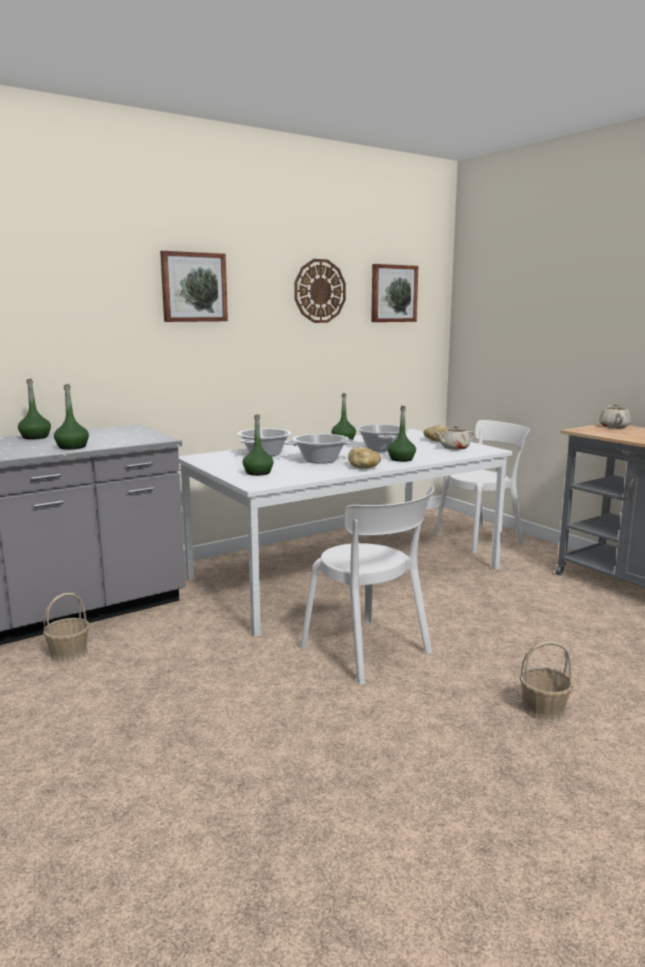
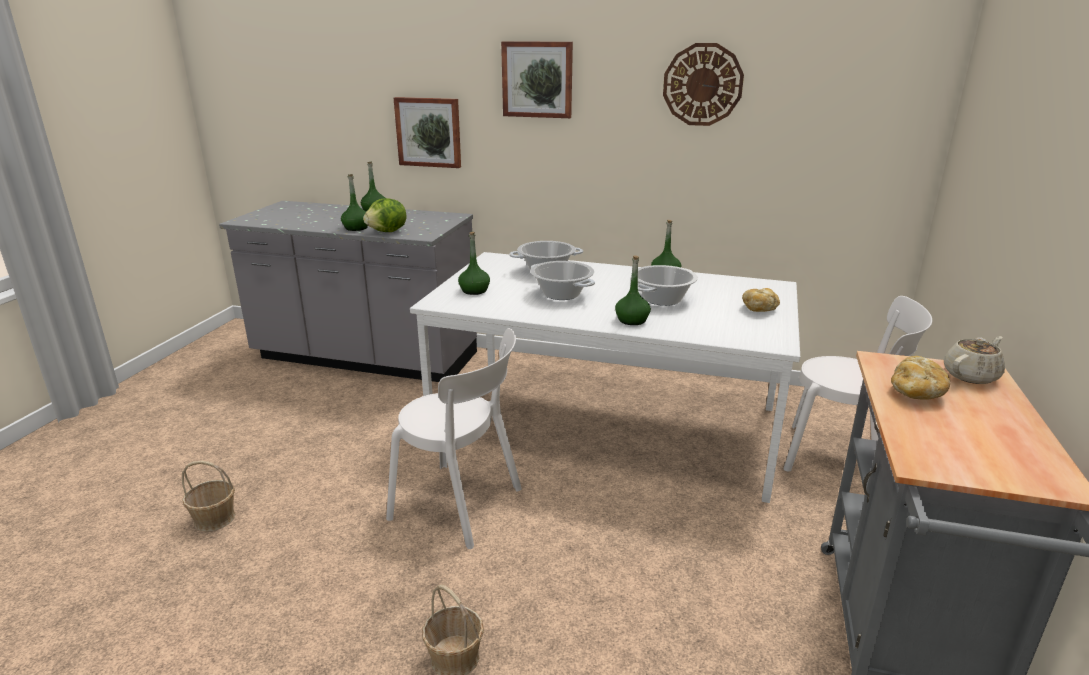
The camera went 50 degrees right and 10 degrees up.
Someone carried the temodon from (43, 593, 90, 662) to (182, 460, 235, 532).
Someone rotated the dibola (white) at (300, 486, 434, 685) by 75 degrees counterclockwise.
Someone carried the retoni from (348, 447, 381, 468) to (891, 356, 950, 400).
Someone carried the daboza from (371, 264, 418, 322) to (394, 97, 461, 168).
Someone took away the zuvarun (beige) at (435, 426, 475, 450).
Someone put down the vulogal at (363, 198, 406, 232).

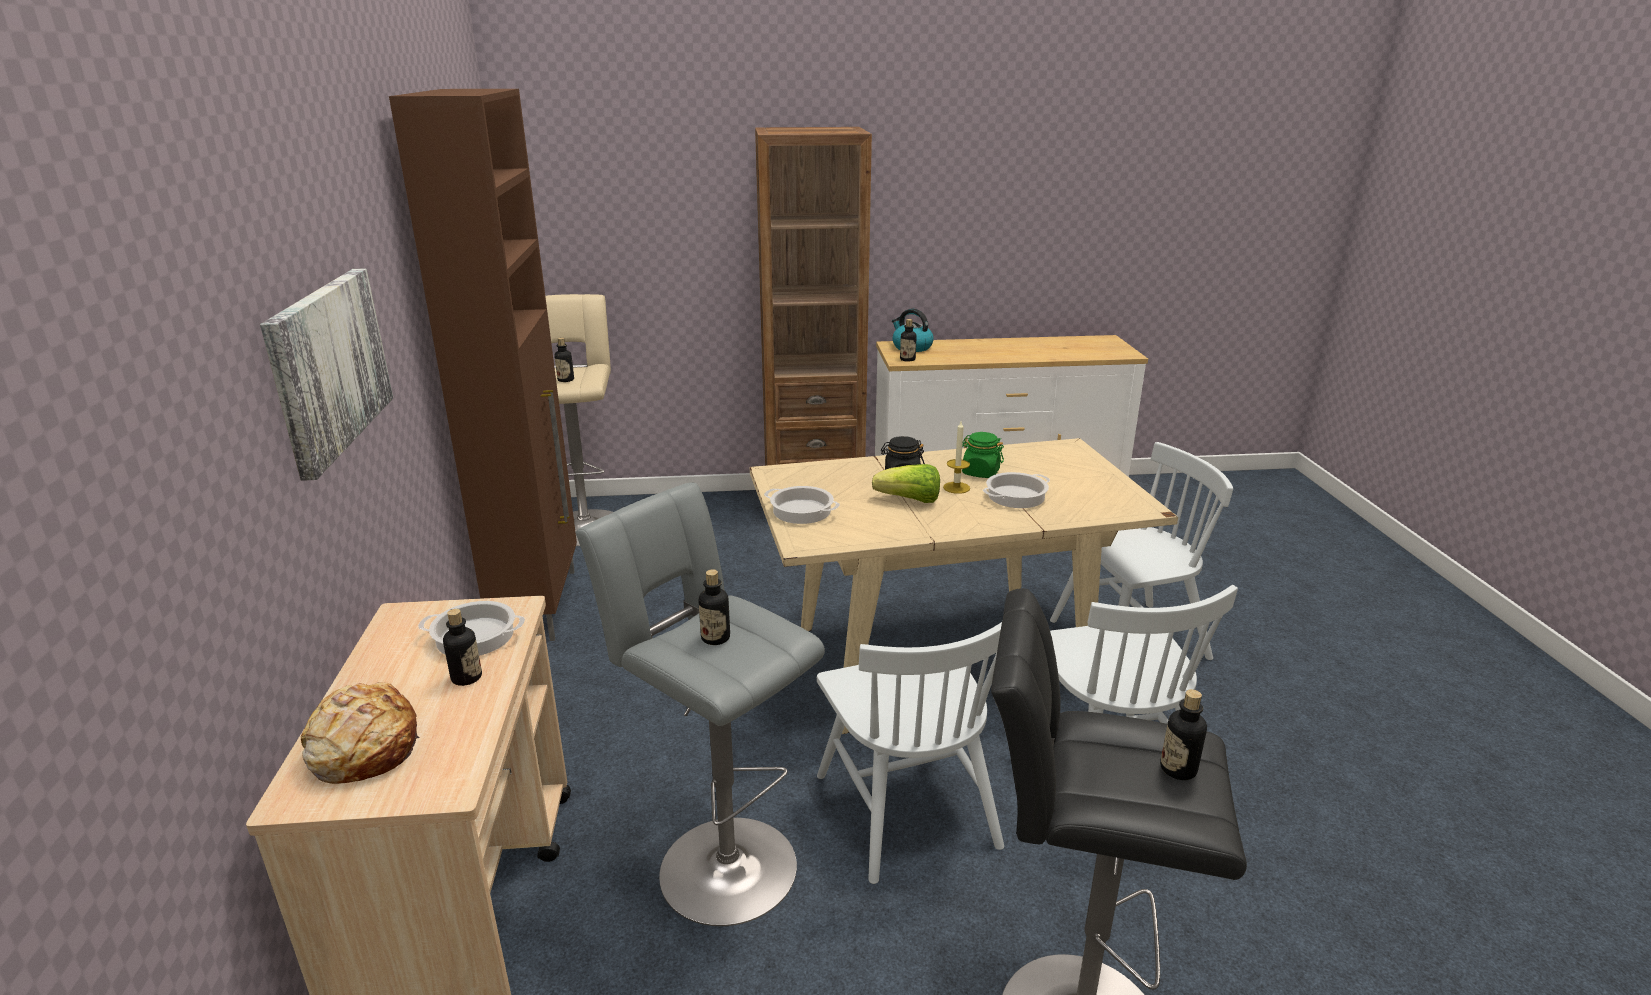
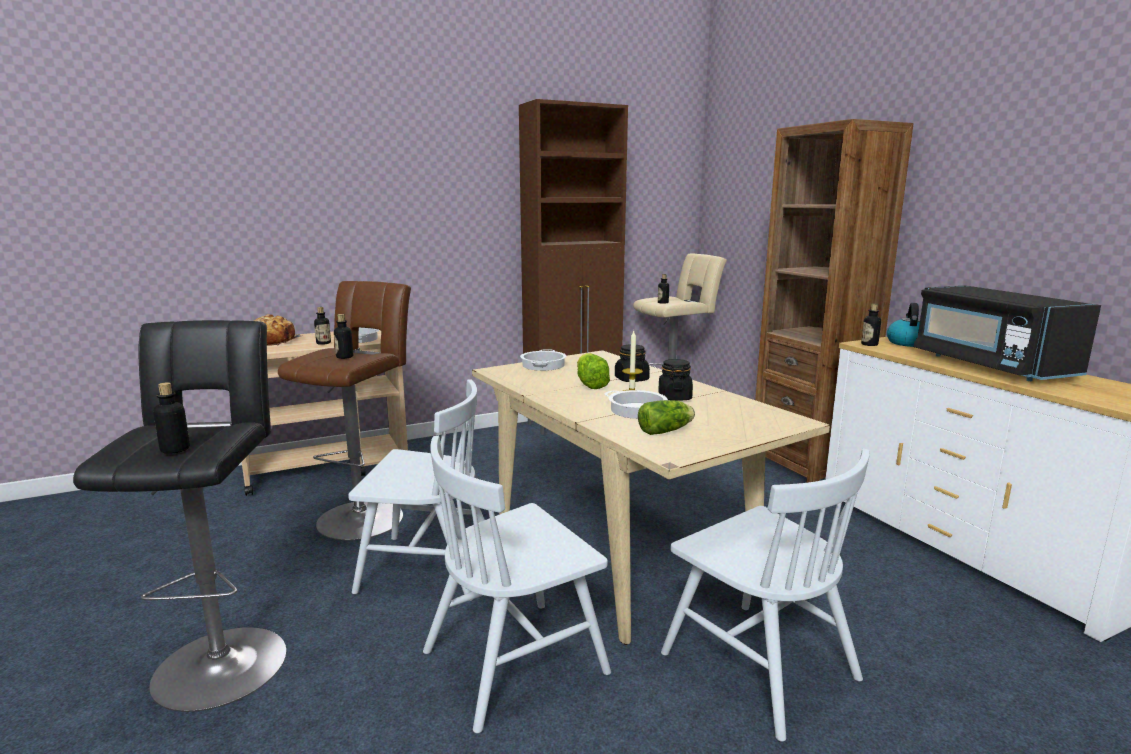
The camera went 70 degrees right and 10 degrees down.
Someone took away the daboza at (260, 269, 393, 481).
Someone repainted the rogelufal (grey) at (575, 482, 825, 926), which became the rogelufal (brown) at (278, 281, 411, 540).
Someone rotated the dibola (white) at (817, 622, 1004, 884) by 135 degrees counterclockwise.
Someone repainted the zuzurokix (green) at (962, 432, 1004, 478), which became the zuzurokix (black) at (658, 359, 693, 401).
Someone put down the vulogal at (638, 400, 695, 435).
Someone put down the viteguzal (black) at (913, 286, 1101, 381).

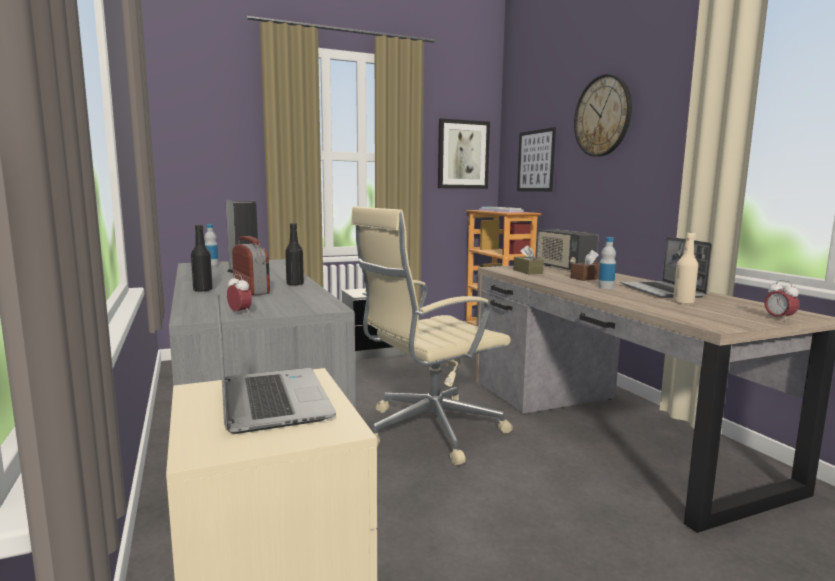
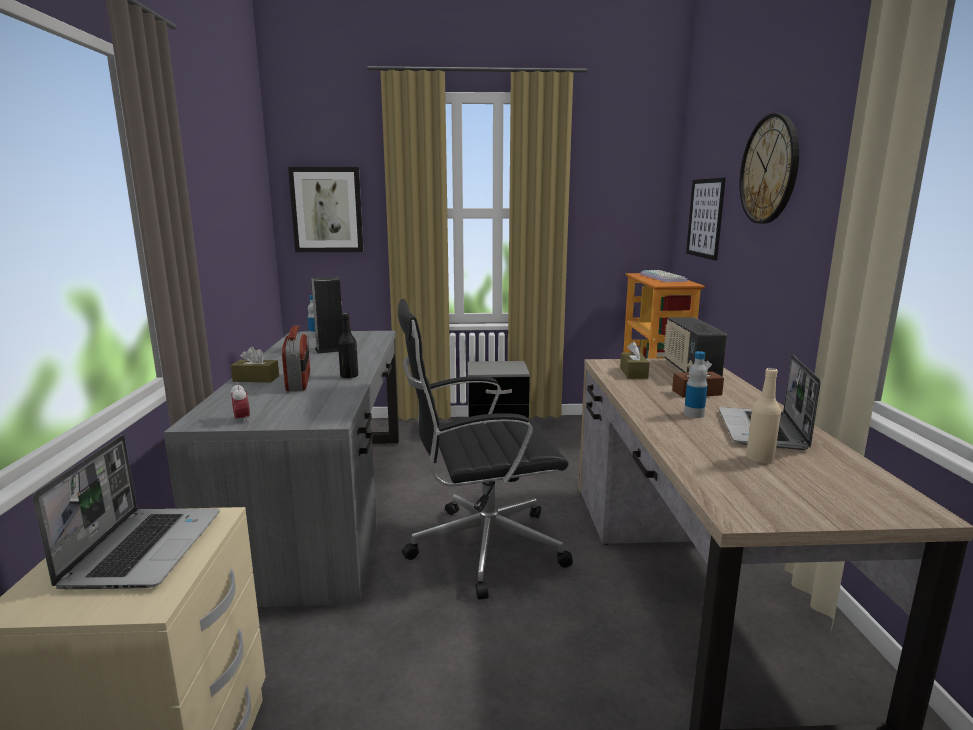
The camera went 20 degrees right and 5 degrees up.
Someone swapped the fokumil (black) at (191, 225, 213, 292) for the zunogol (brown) at (231, 347, 279, 382).
Someone repainted the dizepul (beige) at (351, 206, 513, 465), which became the dizepul (black) at (398, 299, 573, 600).
Someone carried the daboza from (438, 119, 490, 189) to (288, 167, 364, 252).
Someone took away the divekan at (764, 280, 799, 322).

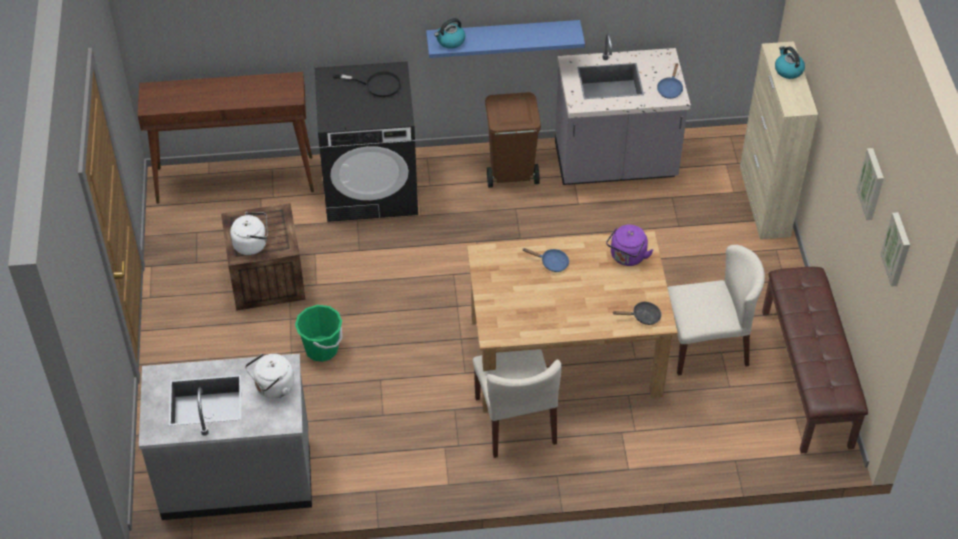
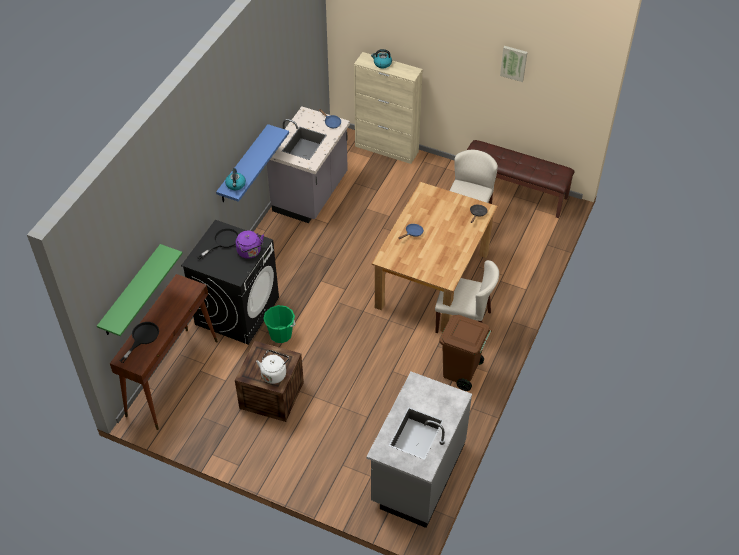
The camera went 60 degrees left and 0 degrees up.
Someone took away the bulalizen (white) at (245, 353, 294, 399).
Someone carried the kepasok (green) from (295, 305, 342, 362) to (263, 305, 295, 343).
Someone carried the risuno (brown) from (485, 92, 541, 188) to (439, 315, 492, 391).
Someone carried the bulalizen (purple) from (606, 225, 654, 266) to (236, 231, 264, 259).
Someone took away the daboza at (880, 212, 910, 287).
Someone put up the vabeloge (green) at (97, 244, 183, 336).
Someone put down the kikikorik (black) at (120, 322, 159, 363).

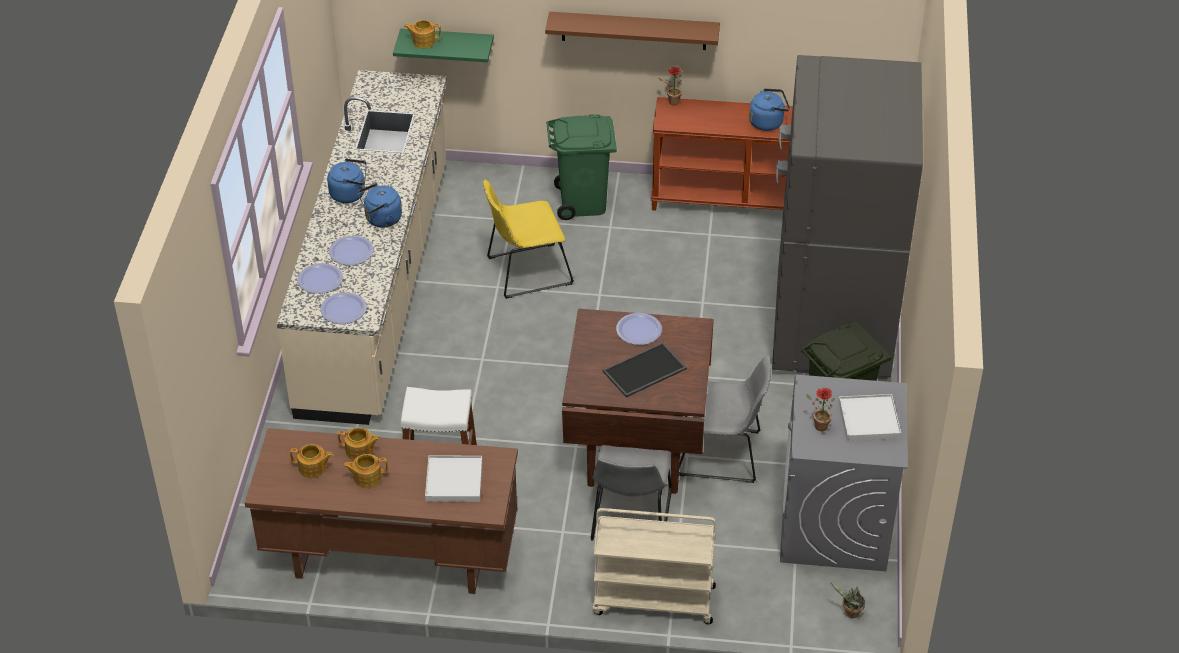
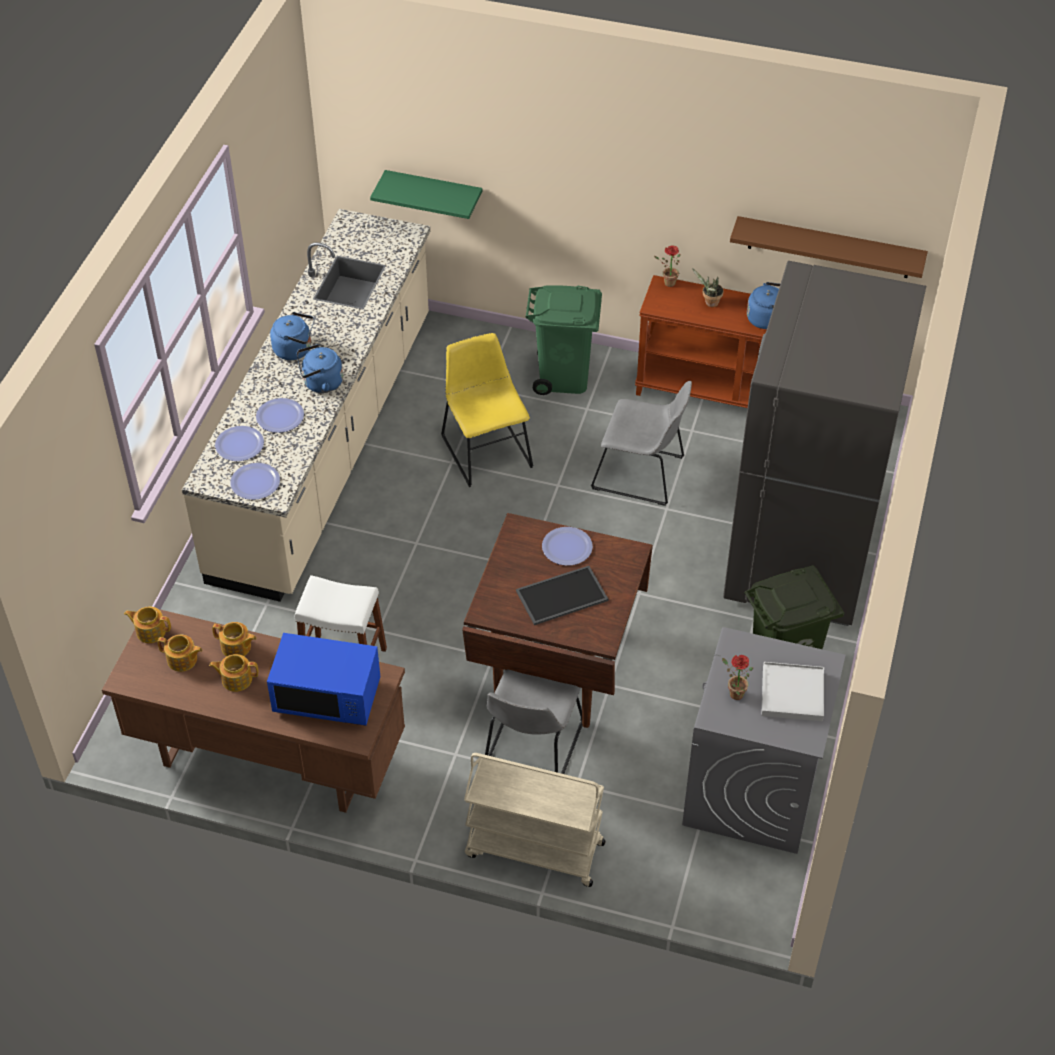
The camera went 10 degrees right and 5 degrees up.
Someone carried the zuvarun from (404, 20, 441, 48) to (124, 607, 171, 643).
Someone swapped the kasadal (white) at (425, 455, 482, 502) for the viteguzal (blue) at (267, 633, 380, 726).
Someone rotated the dibola (yellow) at (483, 179, 574, 299) by 75 degrees clockwise.
Someone carried the vabeloge (brown) from (545, 12, 720, 50) to (730, 216, 928, 278).
Someone carried the dibola (grey) from (679, 356, 771, 483) to (591, 381, 692, 506).
Someone carried the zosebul from (830, 582, 865, 618) to (692, 268, 724, 307).

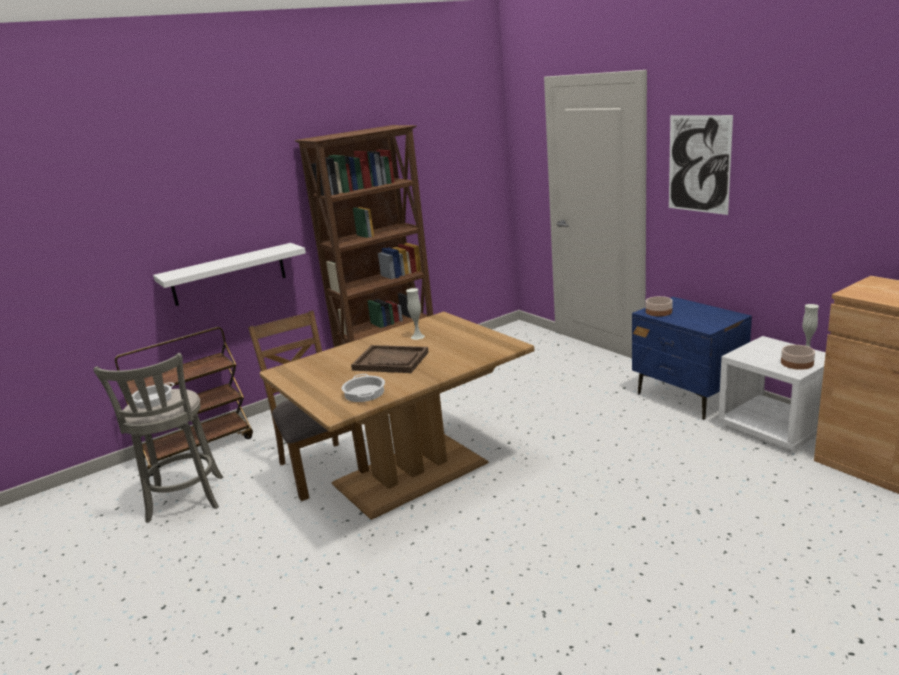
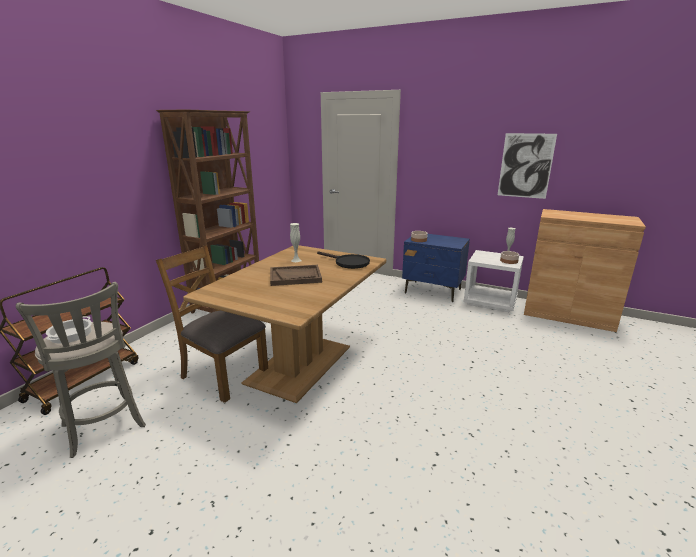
The camera went 30 degrees left and 0 degrees up.
Someone took away the vabeloge (white) at (153, 243, 306, 306).
Someone took away the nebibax at (342, 374, 385, 402).
Someone carried the daboza from (669, 115, 733, 215) to (498, 133, 557, 199).
Someone put down the kikikorik (black) at (317, 251, 370, 269).

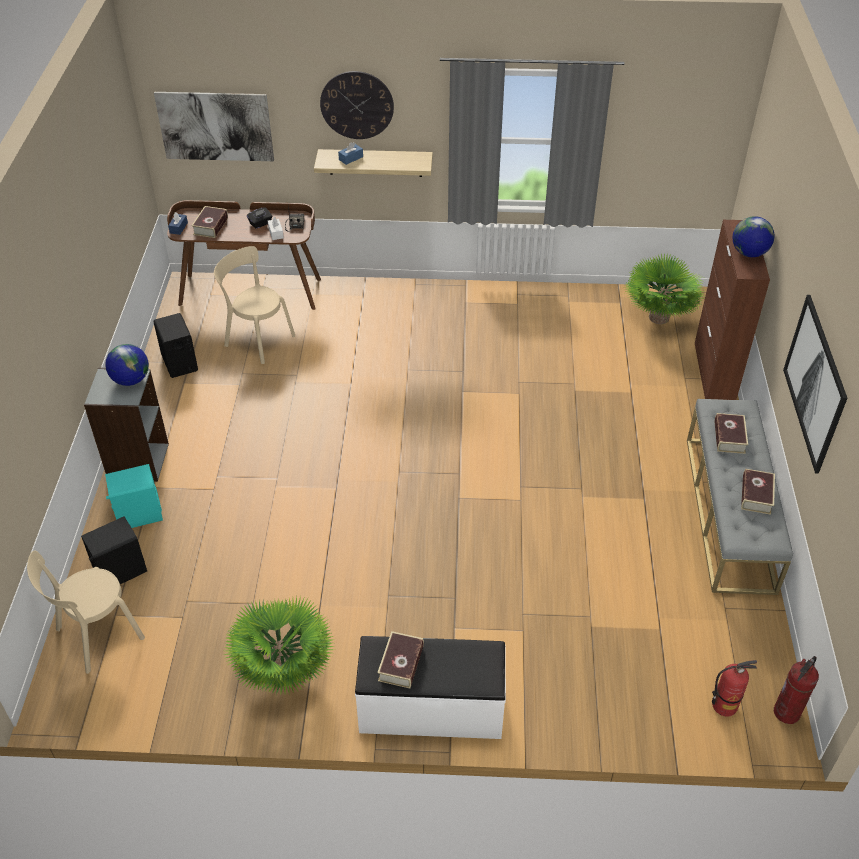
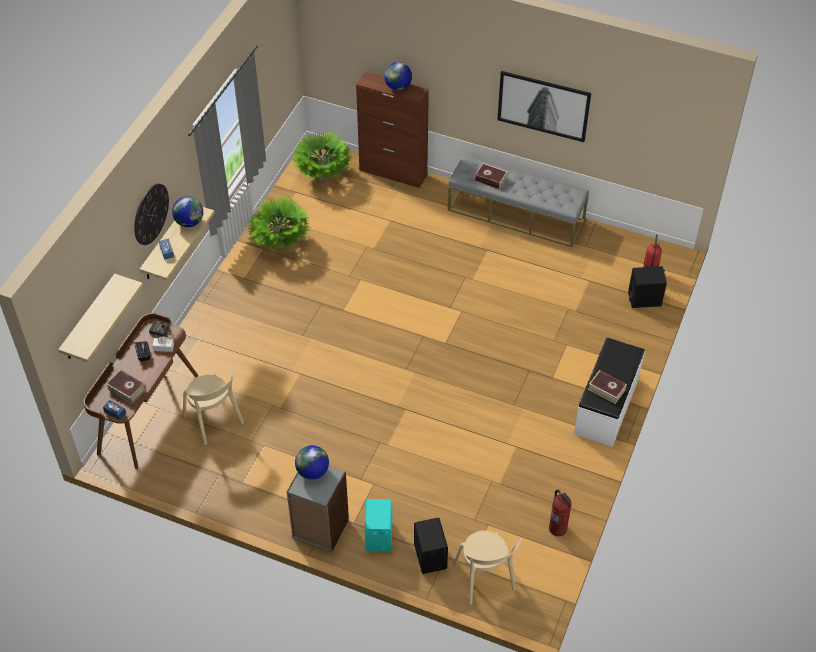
The camera went 70 degrees left and 5 degrees up.
Someone carried the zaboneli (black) from (153, 313, 198, 378) to (628, 266, 667, 308).
Someone swapped the daboza at (154, 92, 274, 161) for the vabeloge at (58, 274, 143, 362).
Someone rotated the dibola (beige) at (214, 246, 295, 364) by 90 degrees counterclockwise.
Someone carried the zosebul from (223, 596, 335, 695) to (246, 195, 311, 252).
Someone took away the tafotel at (741, 469, 775, 515).
Someone carried the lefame from (774, 656, 819, 724) to (549, 490, 572, 536).
Someone put down the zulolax at (172, 196, 203, 227).

